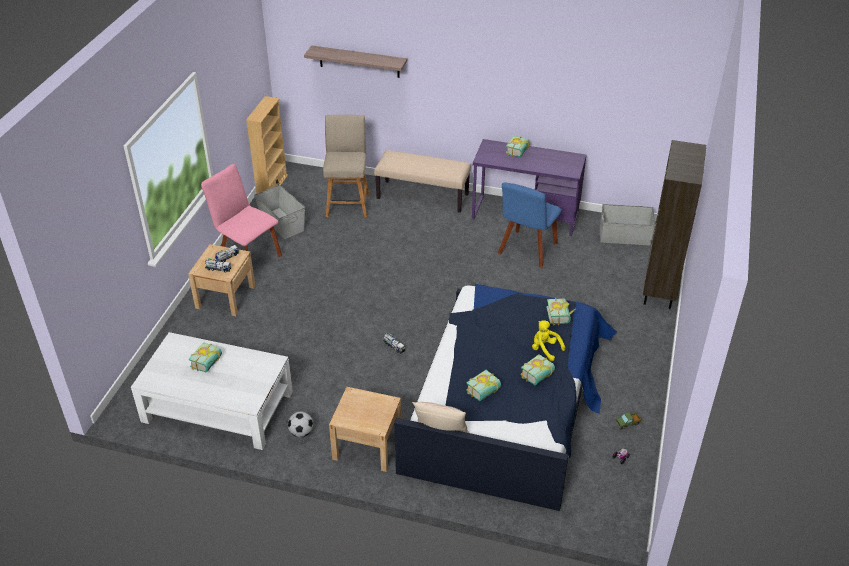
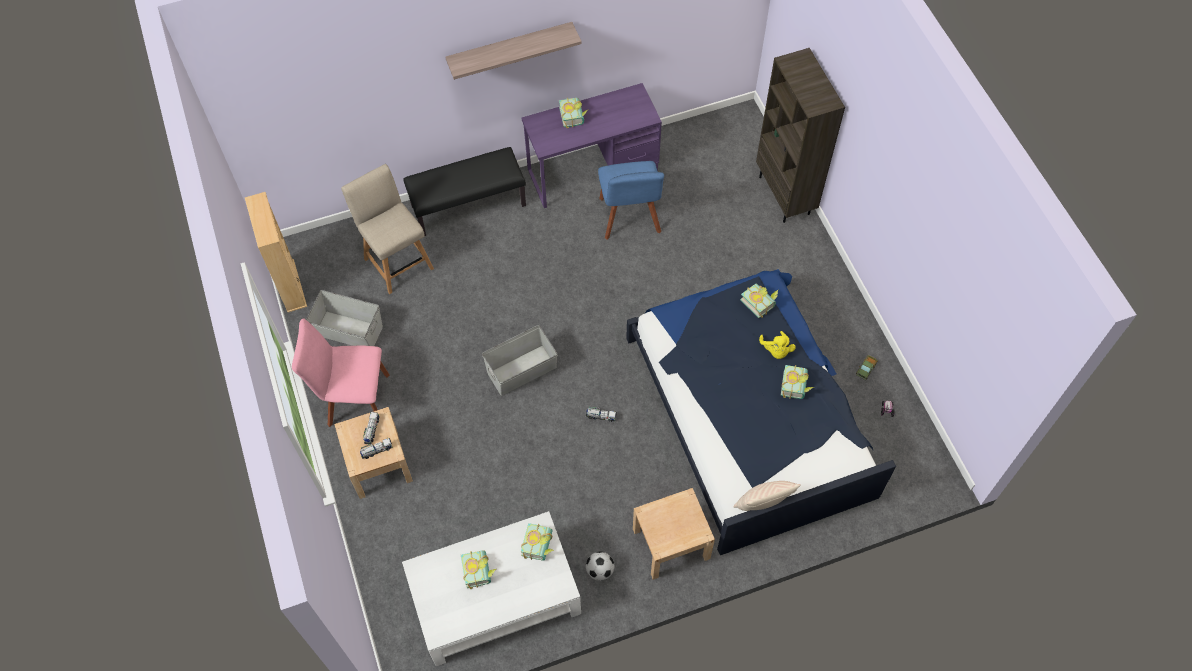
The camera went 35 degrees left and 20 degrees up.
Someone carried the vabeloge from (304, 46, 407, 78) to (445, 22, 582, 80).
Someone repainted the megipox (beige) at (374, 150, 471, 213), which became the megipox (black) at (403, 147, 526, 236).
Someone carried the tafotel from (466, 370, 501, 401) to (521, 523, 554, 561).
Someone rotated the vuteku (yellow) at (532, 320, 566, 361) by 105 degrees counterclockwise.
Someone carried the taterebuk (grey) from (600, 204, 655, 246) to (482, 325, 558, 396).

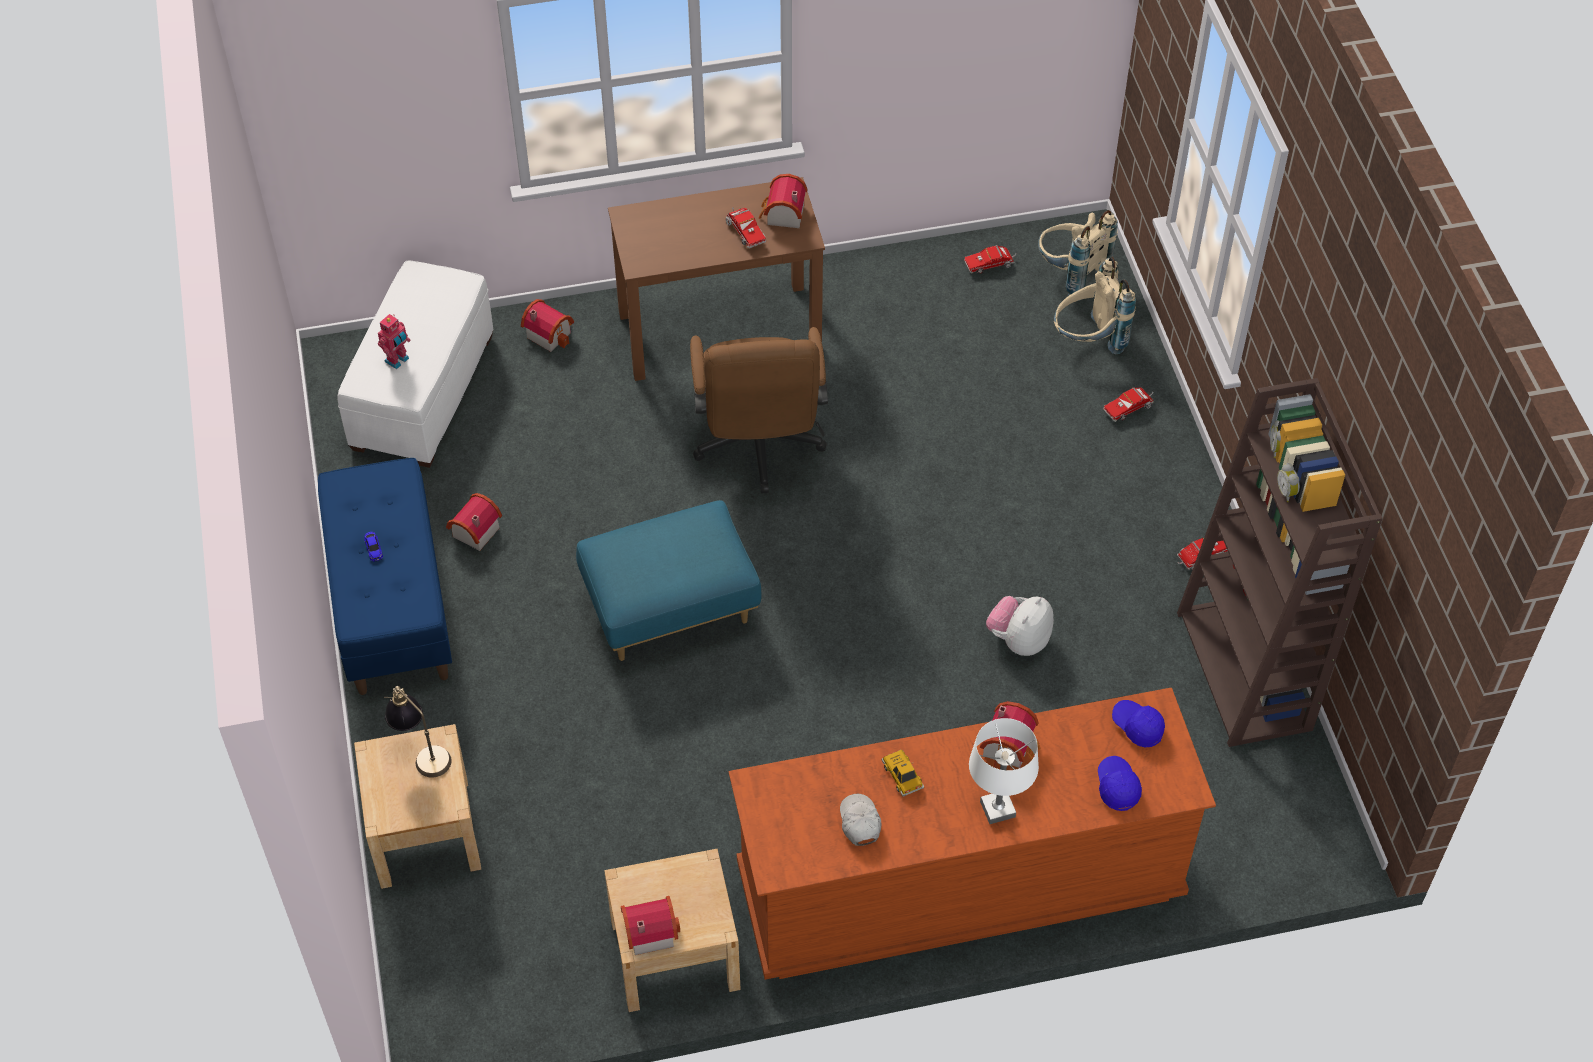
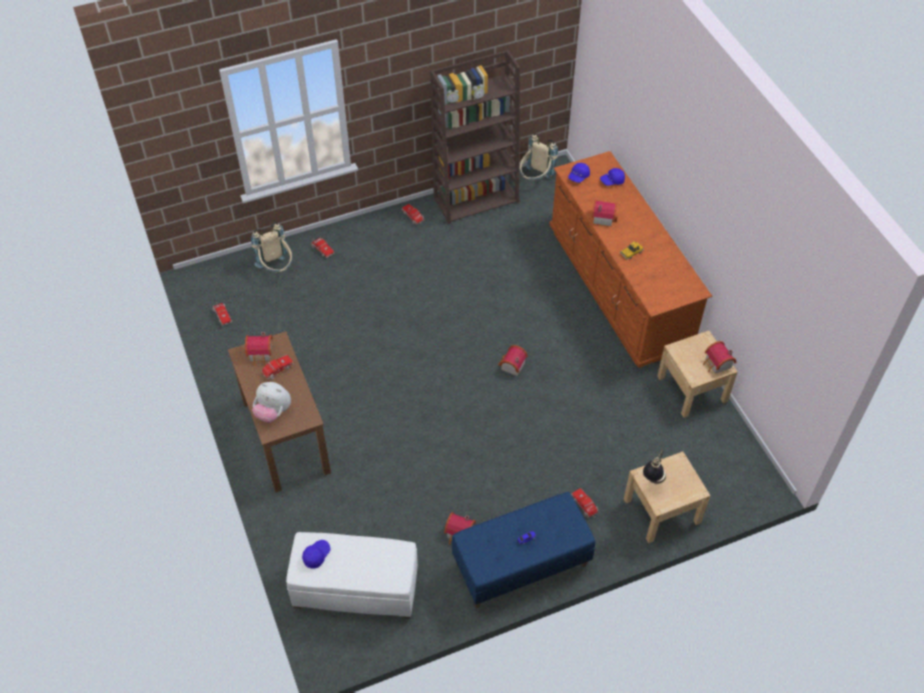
The camera went 100 degrees left and 0 degrees up.
Someone took away the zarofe at (378, 314, 411, 369).
Someone carried the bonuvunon from (521, 299, 574, 352) to (498, 345, 528, 376).
Someone took away the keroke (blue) at (576, 500, 761, 661).
Someone took away the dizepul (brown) at (690, 327, 828, 493).
Someone took away the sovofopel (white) at (840, 794, 882, 846).
Someone took away the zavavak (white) at (969, 718, 1039, 824).
Someone carried the vuteku from (986, 596, 1054, 656) to (252, 382, 291, 423).
Someone carried the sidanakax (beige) from (1038, 210, 1118, 301) to (519, 133, 558, 180).
Someone put down the sovofopel (blue) at (302, 540, 330, 568).
Someone put down the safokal at (571, 488, 598, 518).

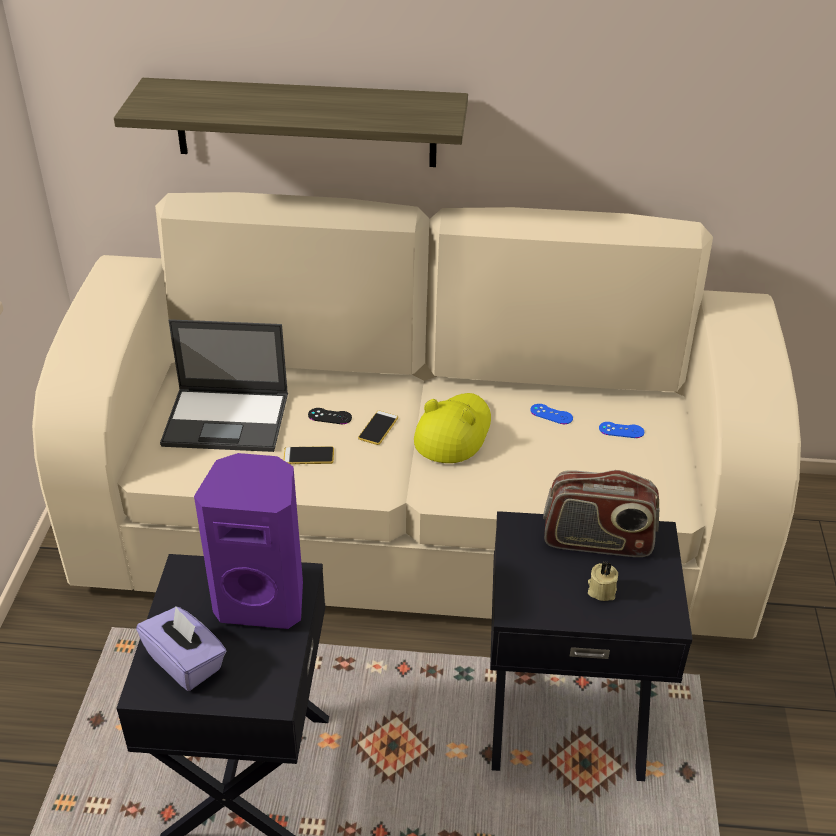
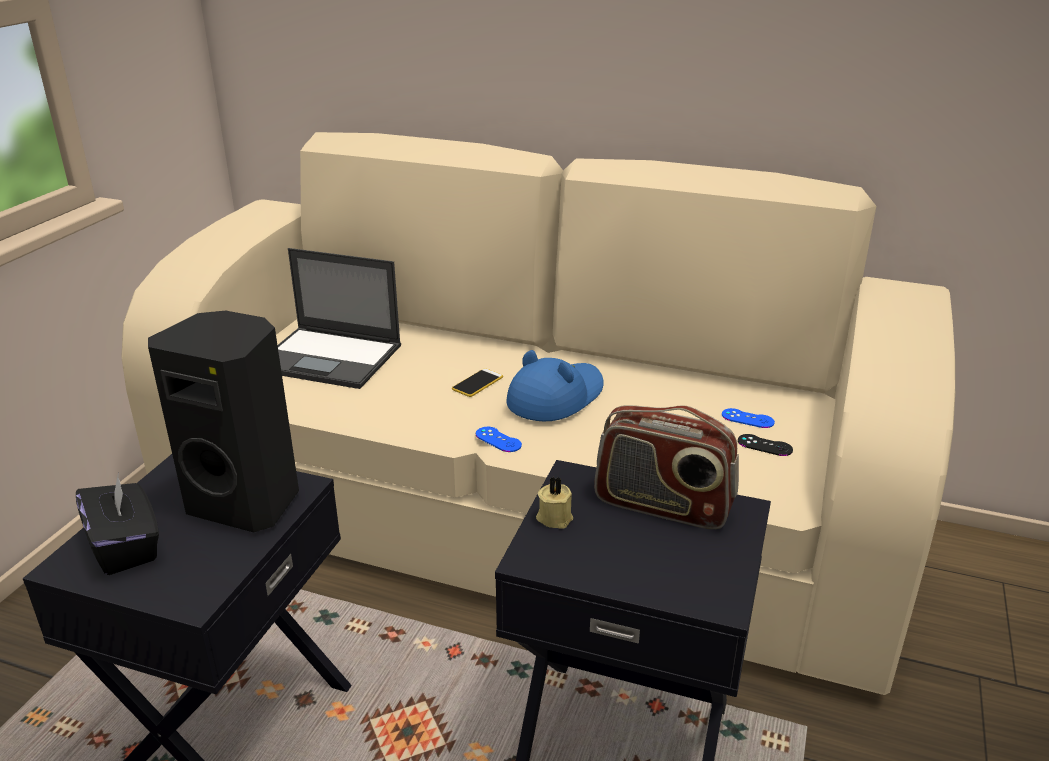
The camera went 15 degrees right and 10 degrees down.
Someone took away the vabeloge at (114, 78, 468, 167).
Someone repainted the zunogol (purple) at (136, 607, 226, 691), which became the zunogol (black) at (76, 476, 159, 575).
Someone repainted the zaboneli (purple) at (194, 453, 303, 629), which became the zaboneli (black) at (148, 311, 299, 532).
Someone took away the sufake at (284, 446, 334, 464).
Someone carried the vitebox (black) from (308, 408, 352, 424) to (738, 434, 793, 456).
Someone repainted the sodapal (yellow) at (414, 393, 491, 463), which became the sodapal (blue) at (506, 350, 604, 421).
Someone carried the vitebox (blue) from (530, 404, 573, 424) to (476, 427, 522, 452).
Someone carried the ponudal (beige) from (588, 561, 618, 601) to (536, 477, 573, 529).

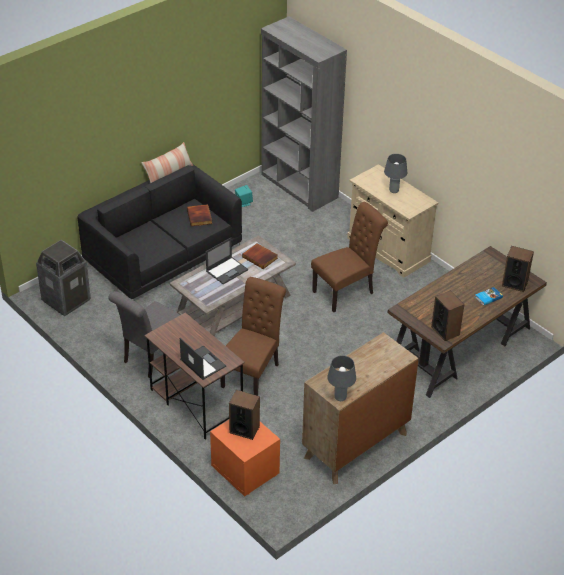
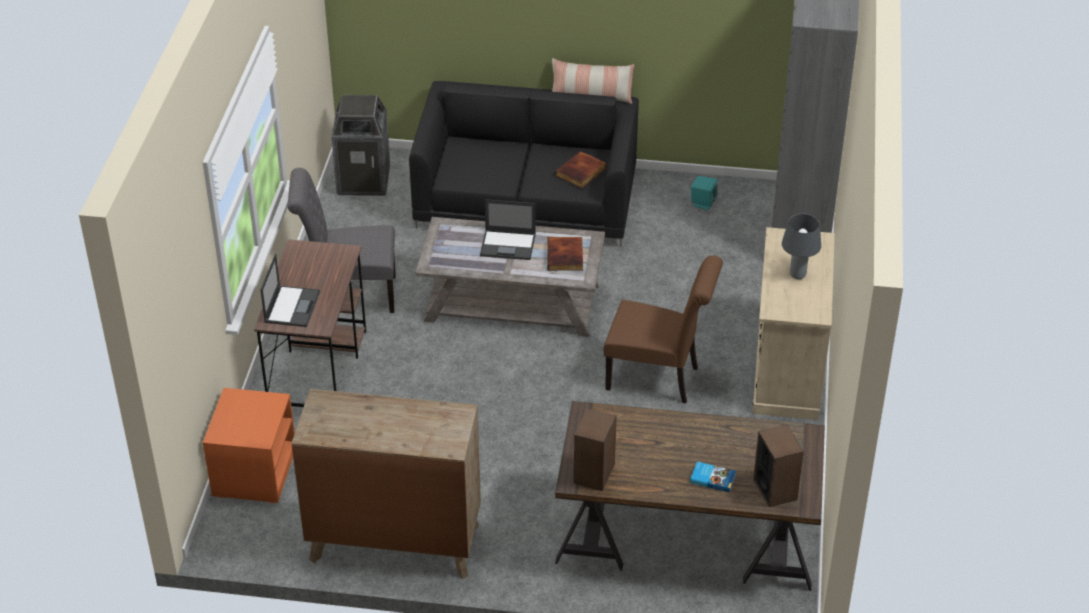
The camera went 50 degrees right and 0 degrees up.
Someone took away the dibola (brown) at (220, 277, 286, 396).
Someone took away the zaboneli at (229, 390, 260, 440).
Someone took away the zavavak (grey) at (327, 355, 356, 401).

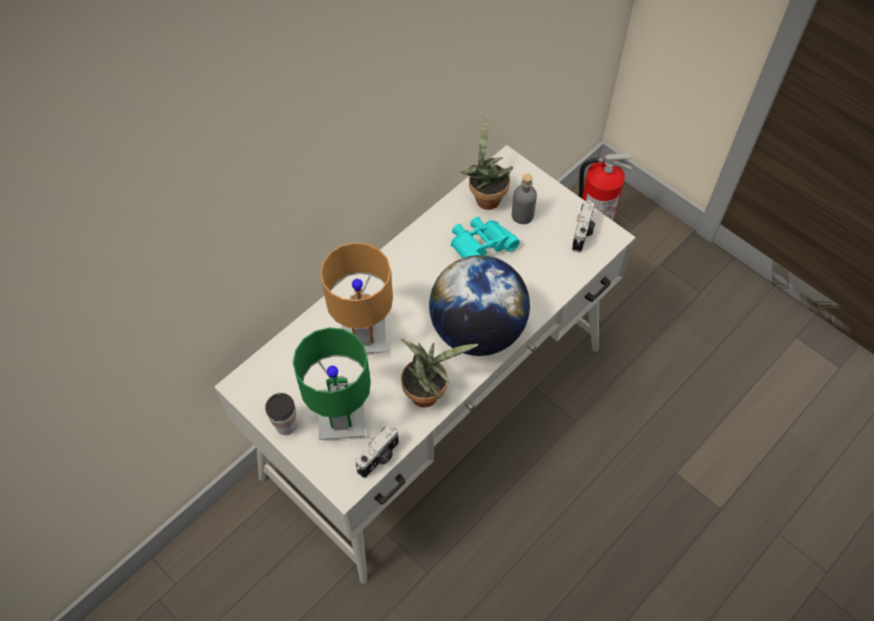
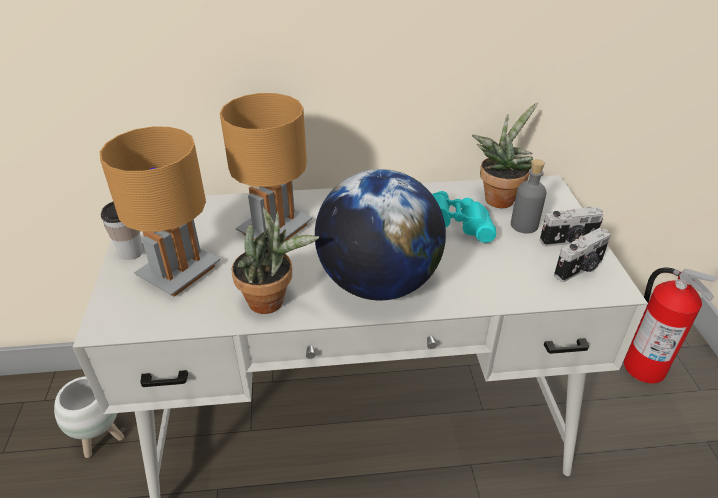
The camera went 40 degrees right and 20 degrees down.
Someone repainted the zavavak (green) at (293, 327, 371, 440), which became the zavavak (brown) at (100, 127, 220, 297).
Someone carried the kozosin from (355, 425, 399, 478) to (540, 207, 603, 247).
Someone put down the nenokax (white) at (54, 376, 124, 458).

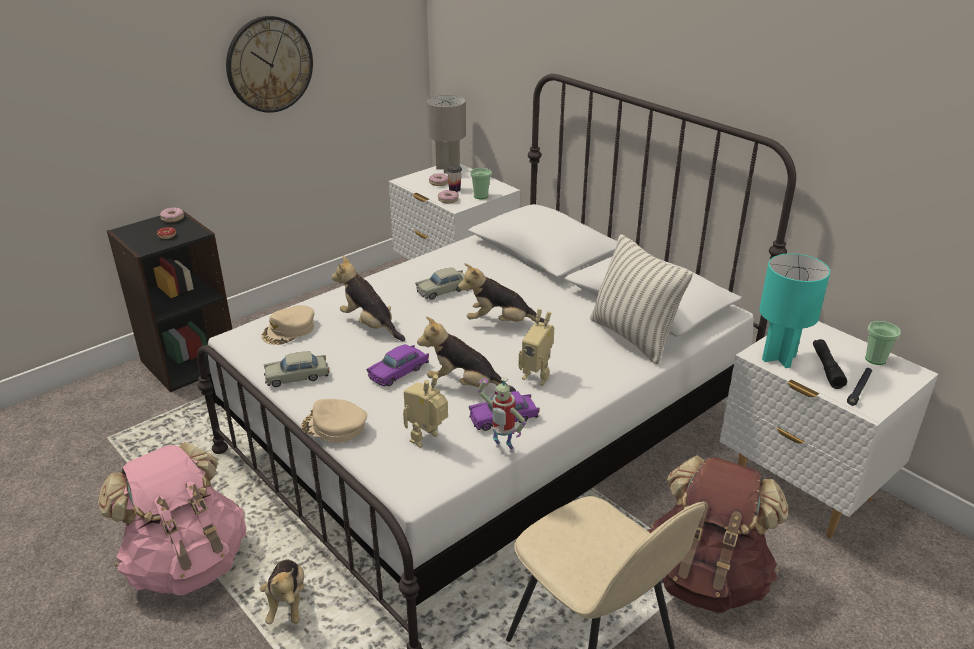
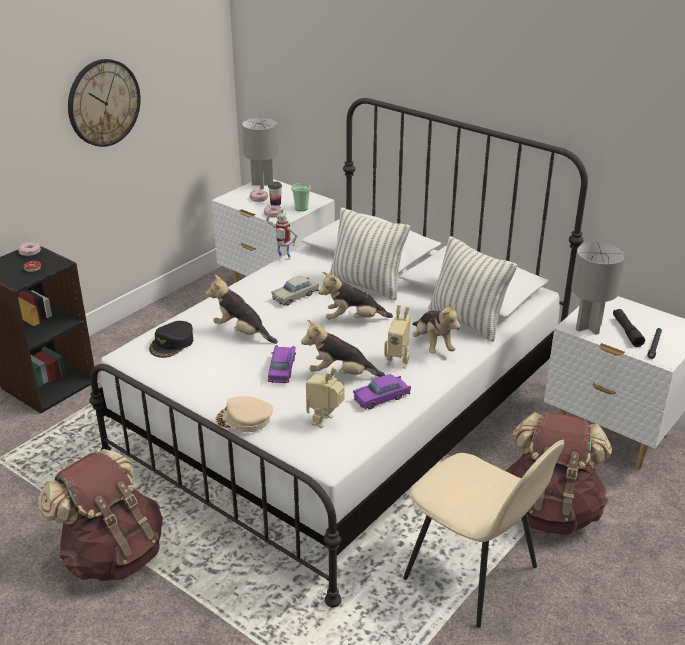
The camera went 10 degrees left and 0 degrees up.
Someone repainted the sidanakax (pink) at (98, 442, 246, 595), which became the sidanakax (brown) at (38, 449, 163, 581).
Someone carried the vuteku from (260, 560, 304, 625) to (412, 302, 461, 353).
Someone repainted the sovofopel (beige) at (261, 305, 314, 345), which became the sovofopel (black) at (149, 321, 193, 358).
Someone took away the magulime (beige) at (264, 352, 329, 387).
Someone rotated the magulime (purple) at (367, 344, 429, 387) by 150 degrees clockwise.
Someone carried the zarofe from (478, 377, 526, 453) to (266, 208, 298, 259).
Someone repainted the zavavak (turquoise) at (759, 253, 830, 368), which became the zavavak (grey) at (571, 242, 626, 335).
Someone took away the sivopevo at (865, 321, 901, 365).
Someone put down the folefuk at (329, 207, 410, 301).

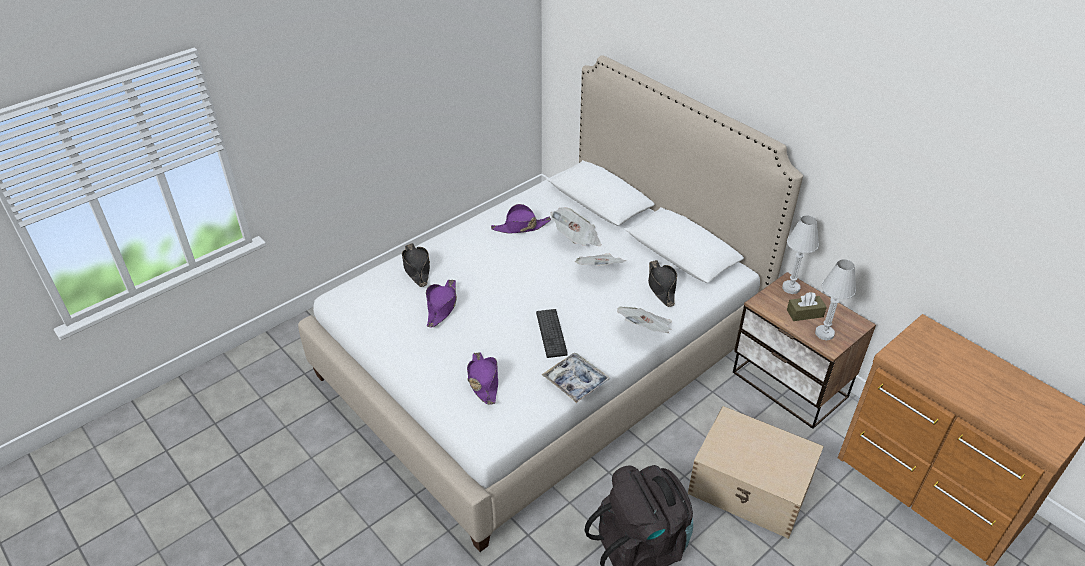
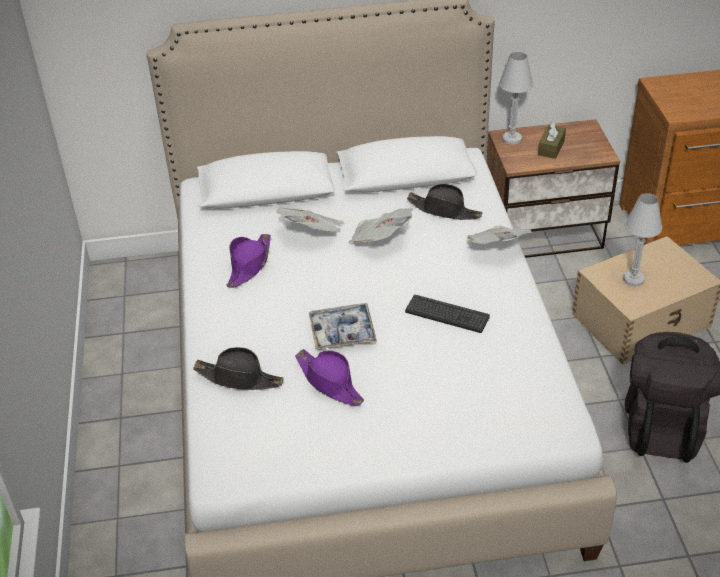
The camera went 55 degrees left and 0 degrees up.
Someone took away the sodapal (purple) at (467, 353, 498, 405).
Someone carried the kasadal from (541, 353, 611, 403) to (309, 303, 377, 349).
Someone carried the zavavak (white) from (815, 259, 856, 340) to (623, 193, 662, 286).

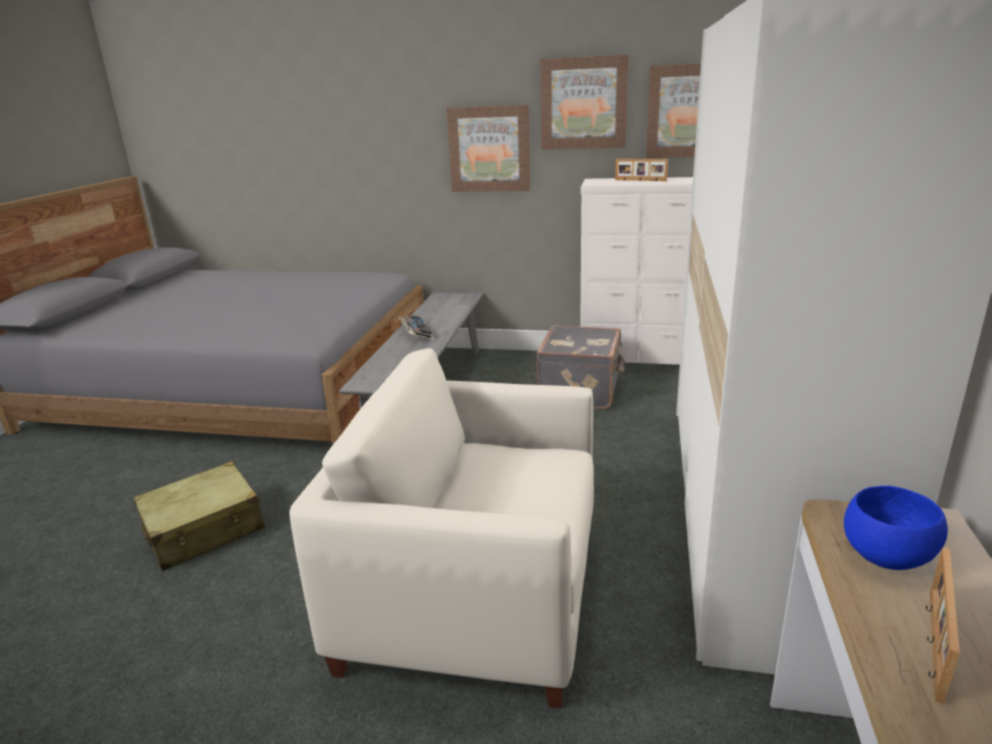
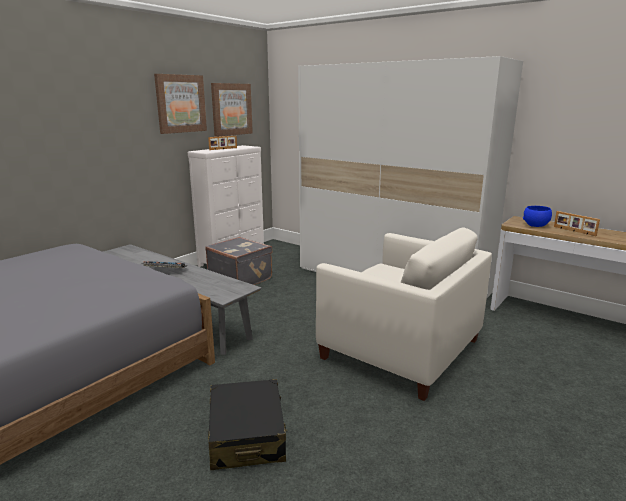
The camera went 65 degrees left and 5 degrees down.
Someone repainted the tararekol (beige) at (133, 461, 265, 571), which became the tararekol (black) at (208, 379, 287, 470).
Someone rotated the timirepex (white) at (289, 348, 594, 709) by 90 degrees counterclockwise.
Someone took away the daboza at (446, 105, 530, 192).

